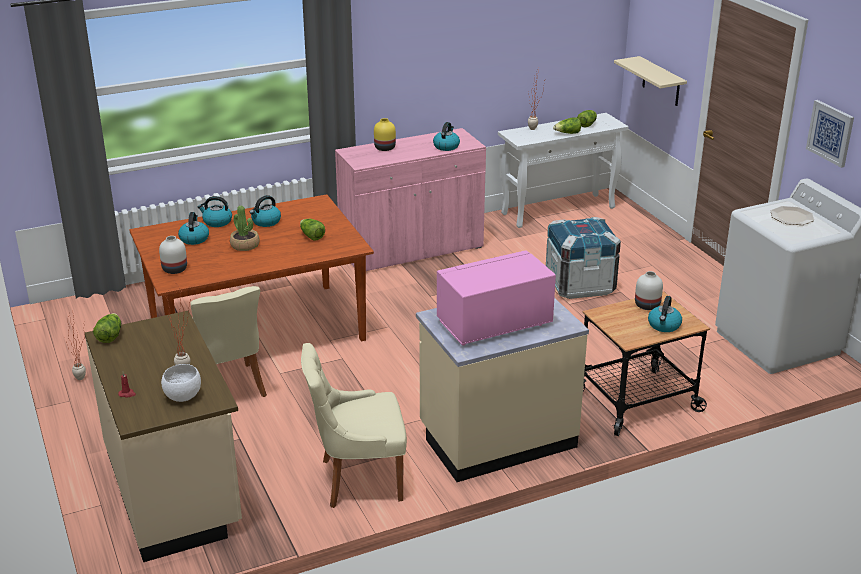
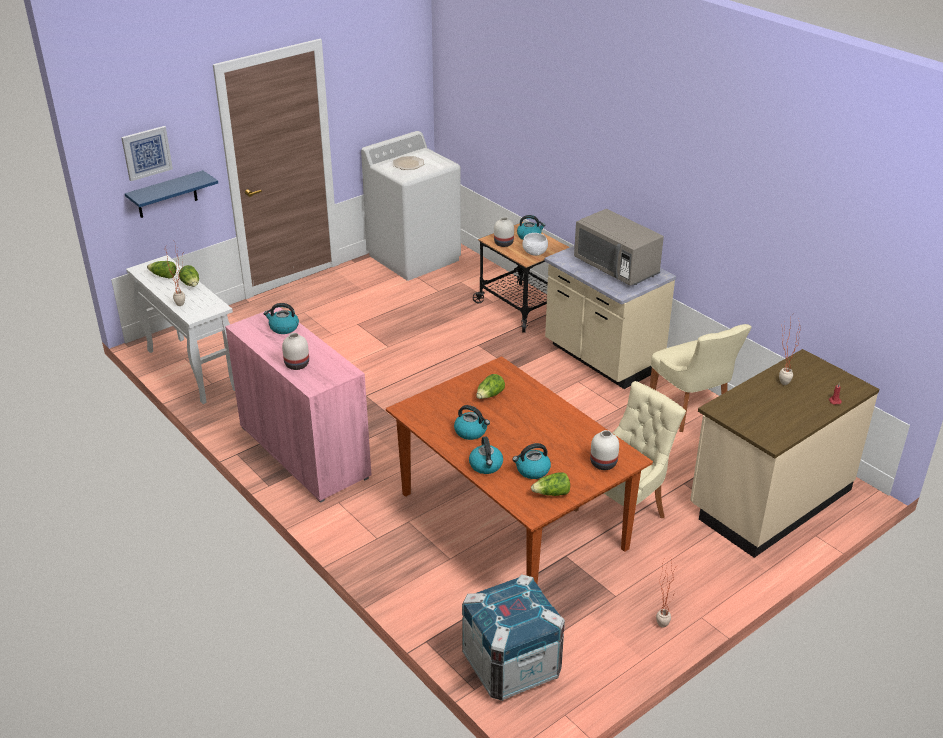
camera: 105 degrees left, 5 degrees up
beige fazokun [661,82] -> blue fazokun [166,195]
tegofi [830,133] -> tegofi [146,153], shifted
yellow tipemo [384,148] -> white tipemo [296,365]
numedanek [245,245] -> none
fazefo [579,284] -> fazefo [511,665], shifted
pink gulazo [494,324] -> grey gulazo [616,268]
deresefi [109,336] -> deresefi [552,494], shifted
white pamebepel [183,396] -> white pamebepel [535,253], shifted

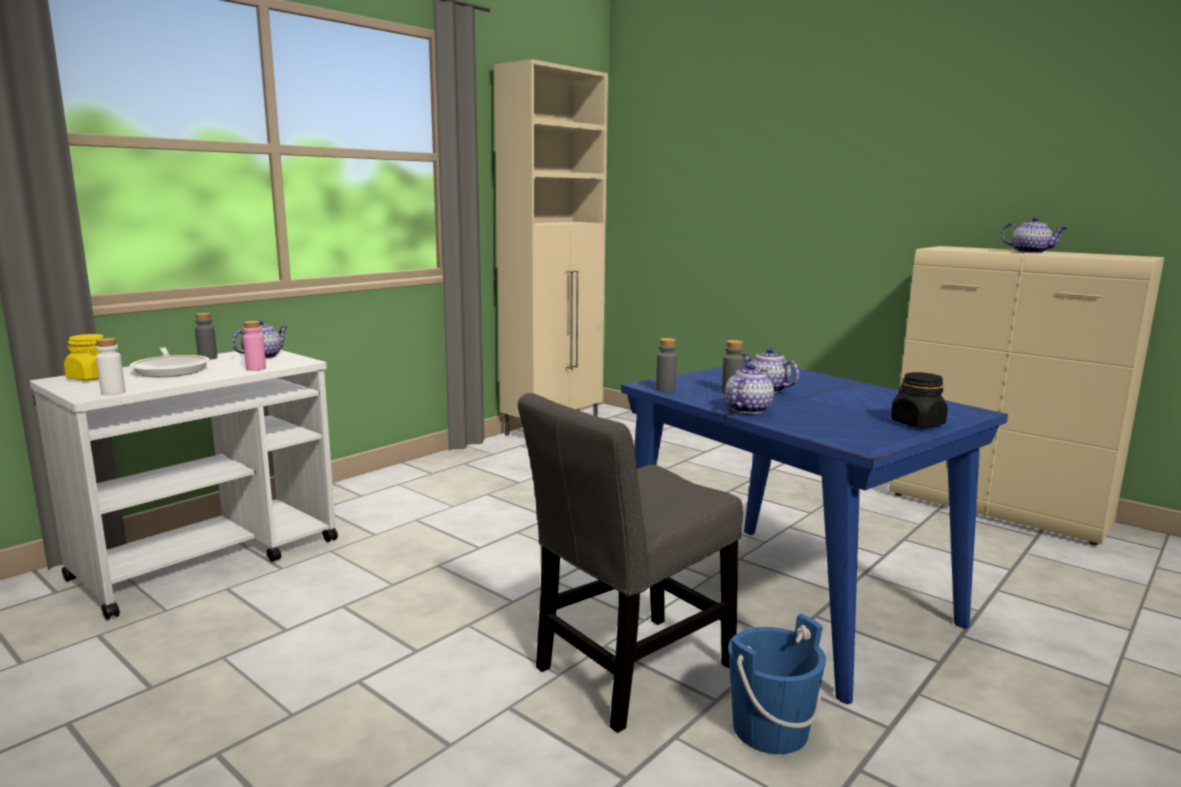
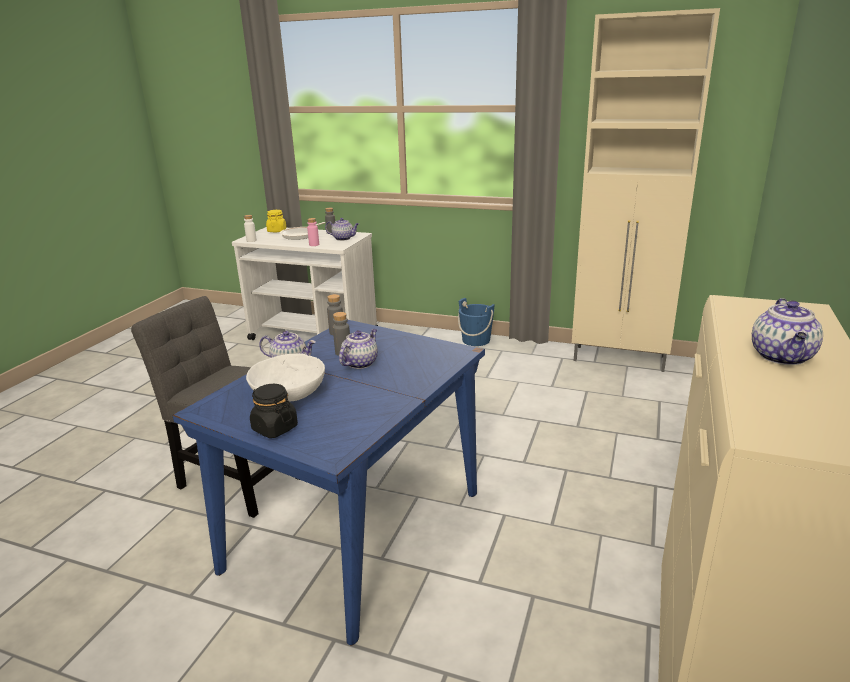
camera: 70 degrees right, 10 degrees up
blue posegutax [770,729] -> blue posegutax [476,340], shifted
none -> white pamebepel [288,392]

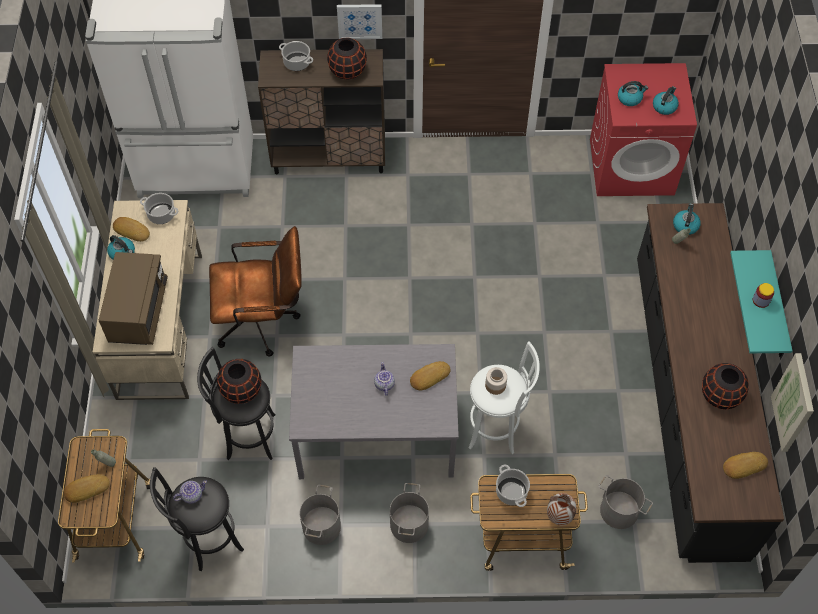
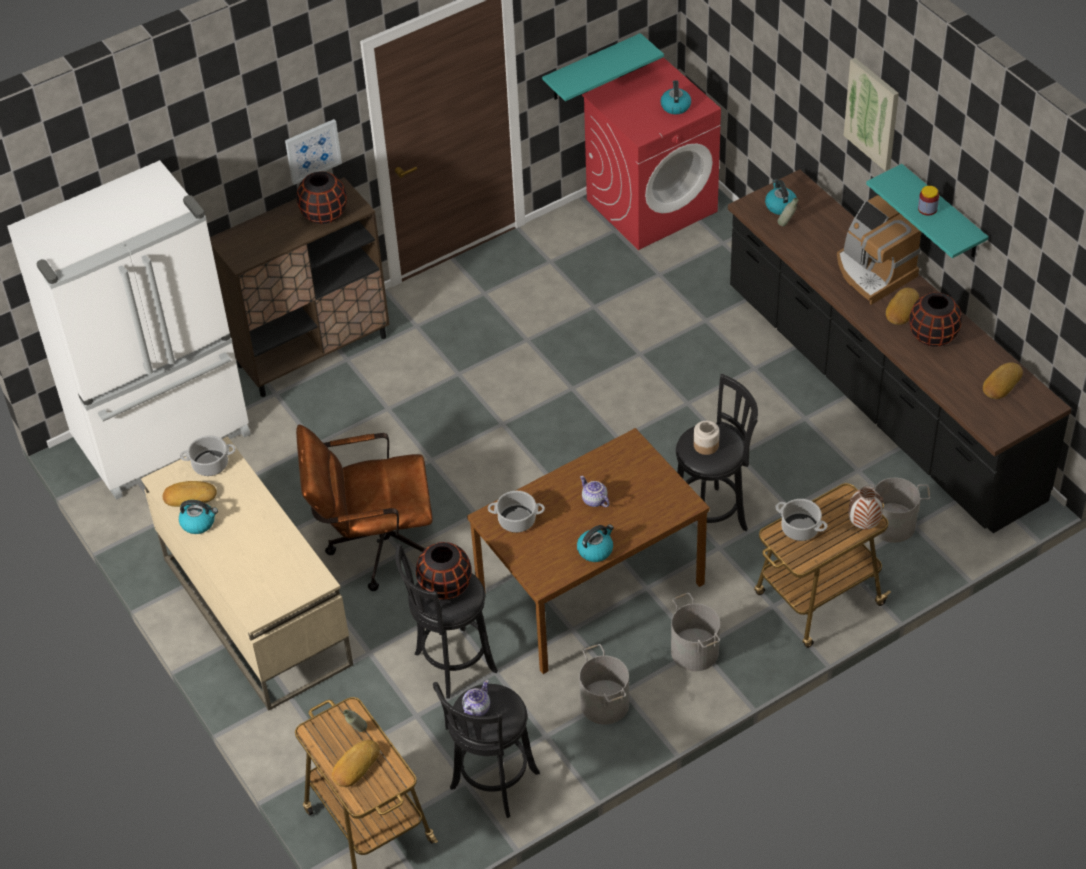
camera: 30 degrees left, 10 degrees down
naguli [297,63] -> naguli [517,520], shifted
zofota [630,98] -> zofota [595,550], shifted
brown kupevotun [263,321] -> brown kupevotun [374,546], 150 degrees counterclockwise
brown gulazo [138,311] -> none
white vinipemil [497,429] -> black vinipemil [712,516]
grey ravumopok [375,435] -> brown ravumopok [590,589]
tegofi [794,403] -> tegofi [872,113], shifted
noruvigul [429,376] -> noruvigul [901,309], shifted
none -> turquoise fazokun [592,68]
none -> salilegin [873,272]

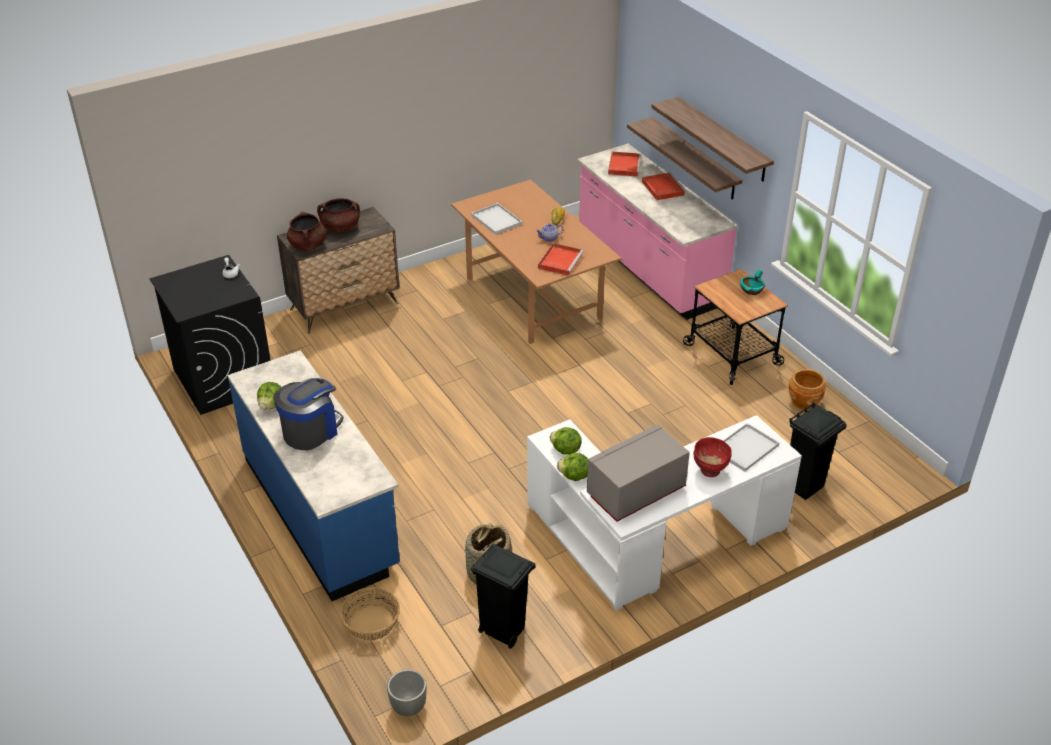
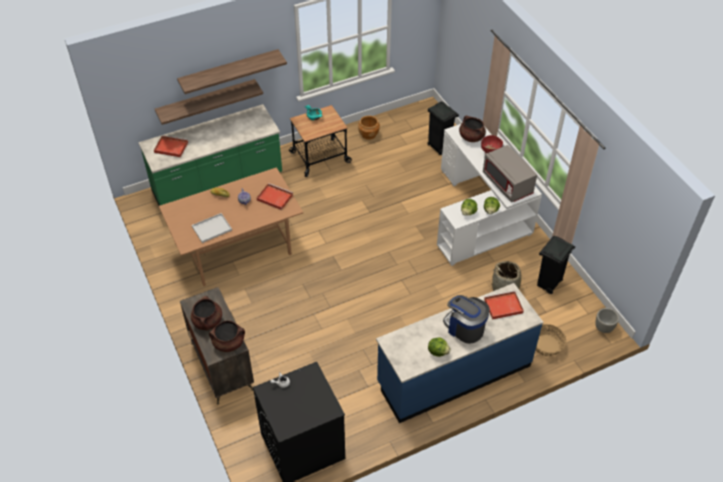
camera: 85 degrees left, 10 degrees up
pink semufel [648,269] -> green semufel [218,184]
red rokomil [662,188] -> red rokomil [502,306], shifted
white rokomil [745,447] -> brown naguli [471,137]

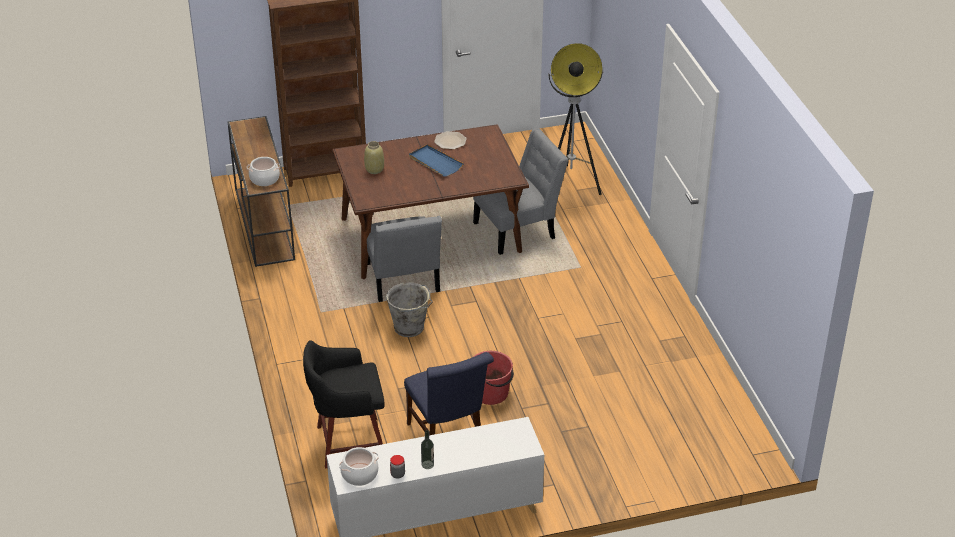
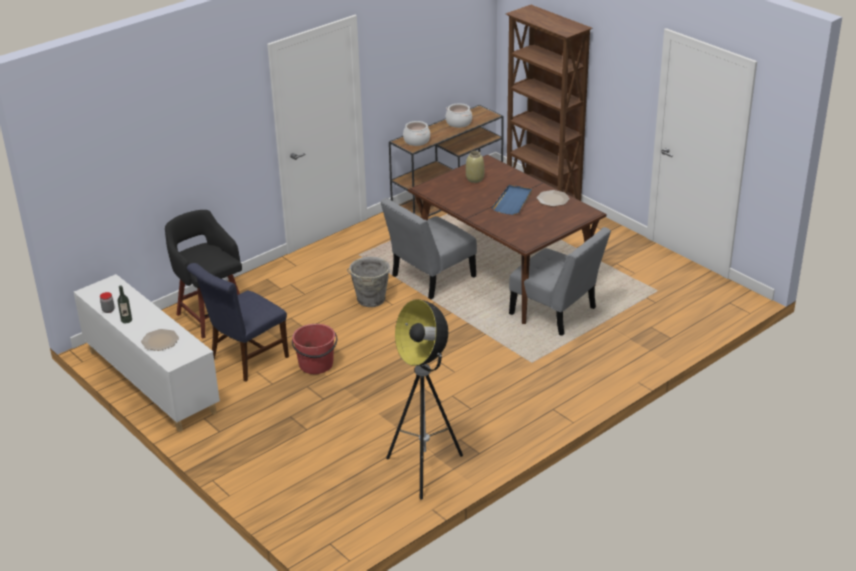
camera: 65 degrees right, 5 degrees down
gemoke [570,184] -> gemoke [426,470], shifted
naguli [359,475] -> naguli [458,123], shifted
none -> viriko [159,341]

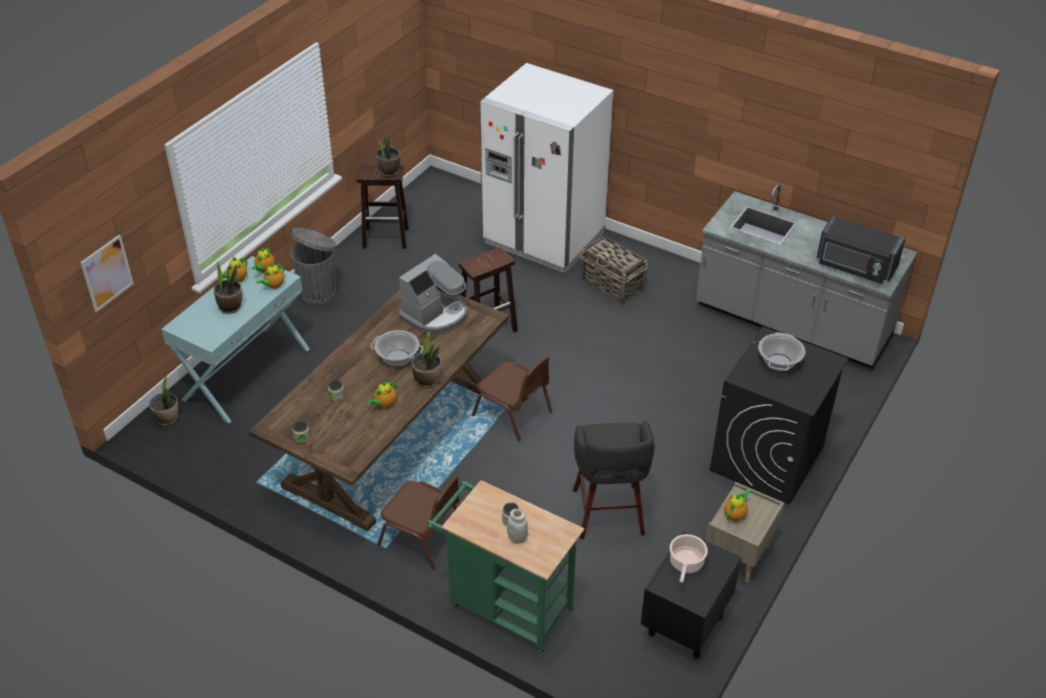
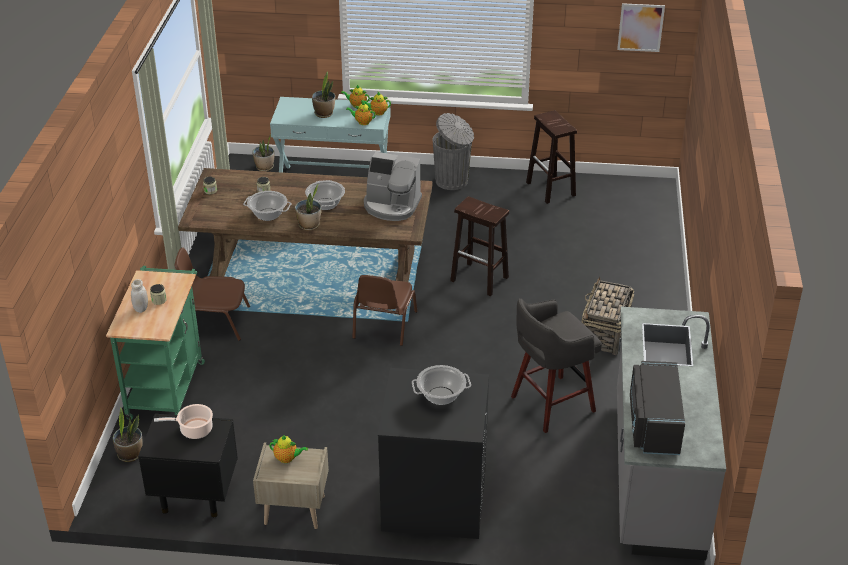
camera: 65 degrees right, 5 degrees down
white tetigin [543,238] -> none
numedanek [389,171] -> numedanek [130,454], shifted
tegofi [107,273] -> tegofi [640,27], shifted
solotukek [384,404] -> naguli [268,214]
grey vinipemil [608,514] -> grey vinipemil [550,405], shifted
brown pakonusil [423,537] -> brown pakonusil [216,322], 90 degrees clockwise

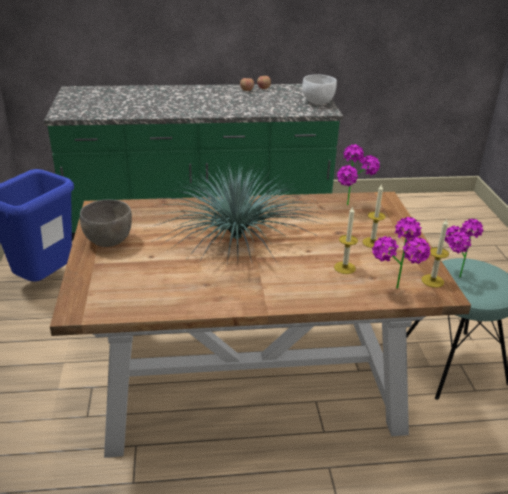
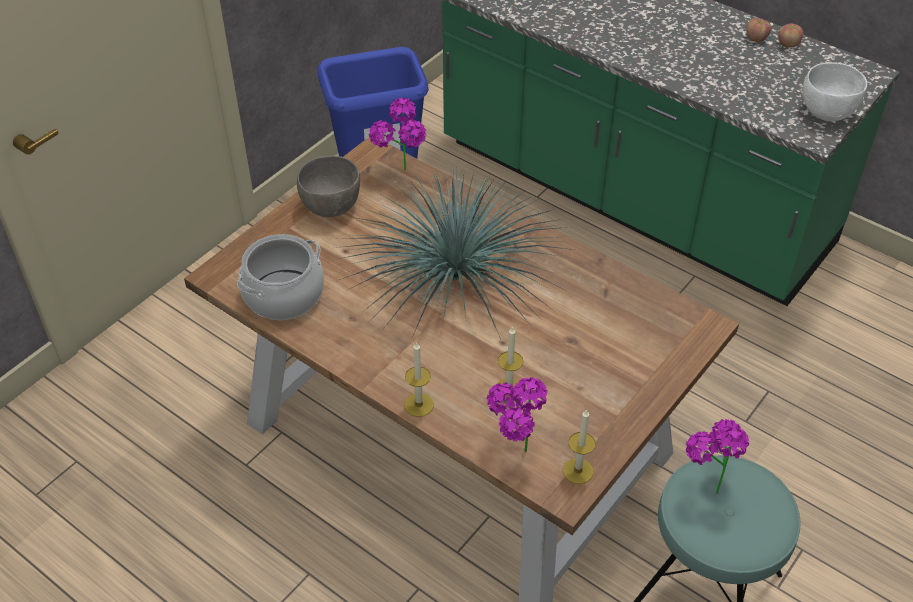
camera: 45 degrees right, 15 degrees up
numedanek [352,208] -> numedanek [402,176], shifted
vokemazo [372,242] -> vokemazo [419,405], shifted
none -> naguli [284,296]

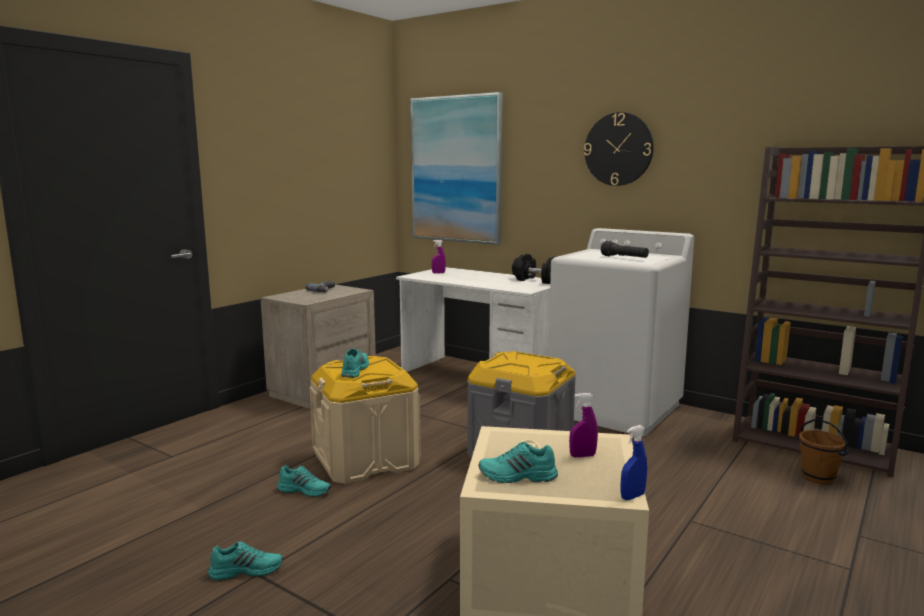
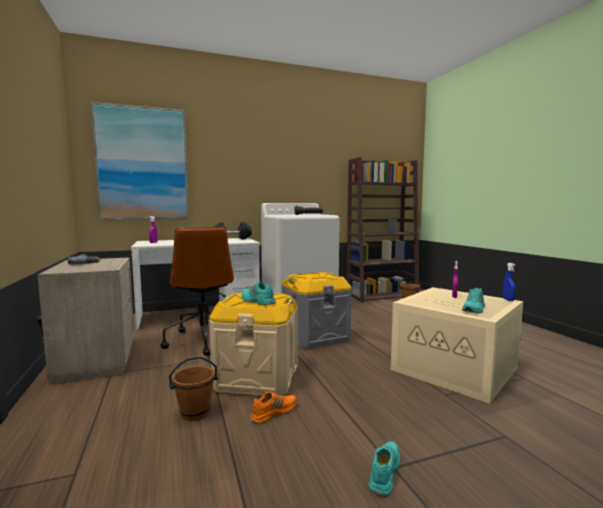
camera: 55 degrees left, 5 degrees down
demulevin [618,149] -> none
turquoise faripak [305,490] -> orange faripak [273,412]
none -> brown kupevotun [204,340]
none -> brown posegutax [195,412]

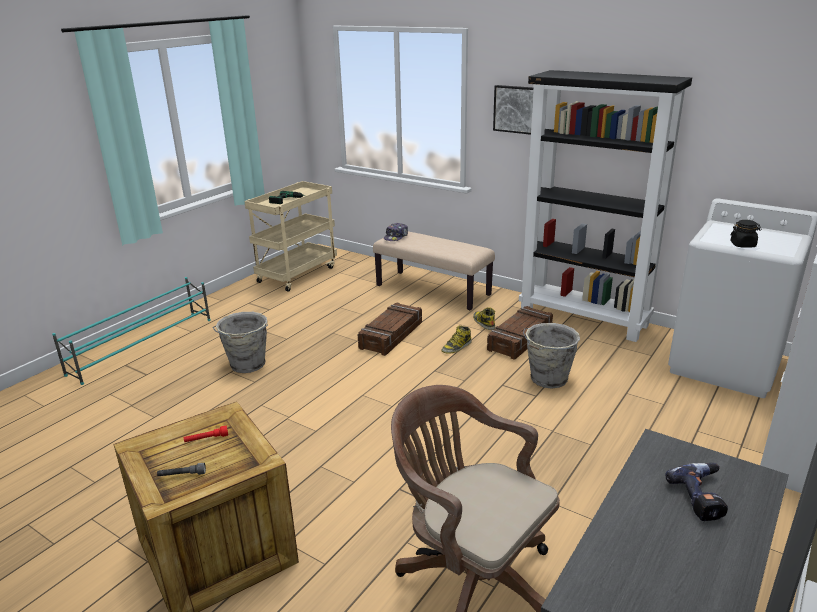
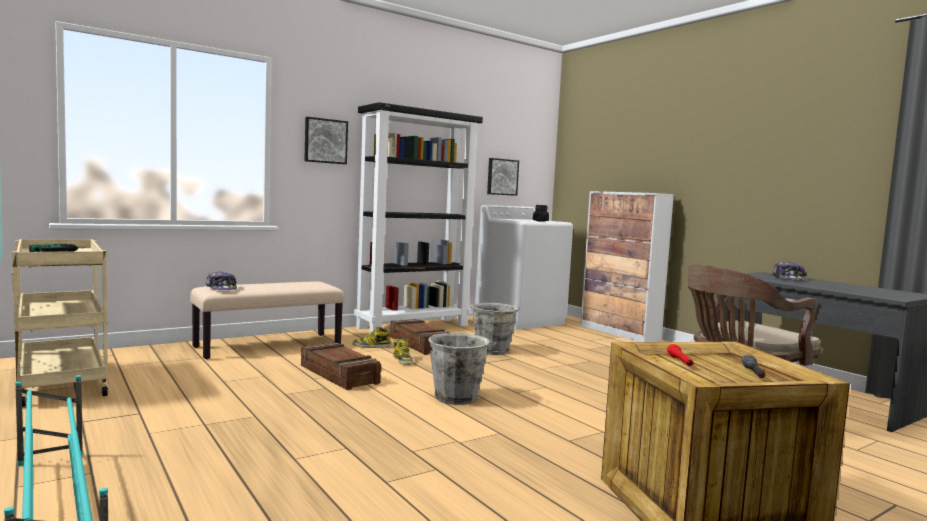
camera: 70 degrees left, 20 degrees down
grey posegutax [247,365] -> grey posegutax [458,398], shifted
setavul [703,497] -> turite [788,279]
none -> tegofi [502,177]

